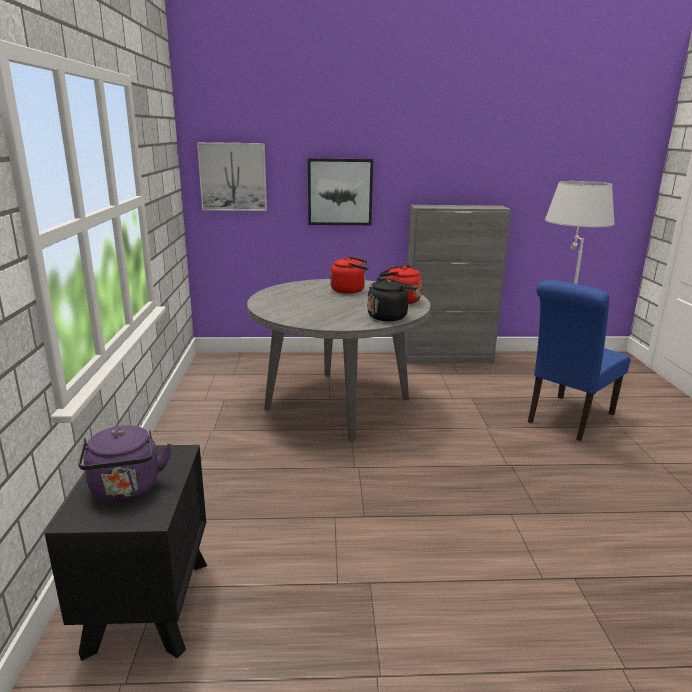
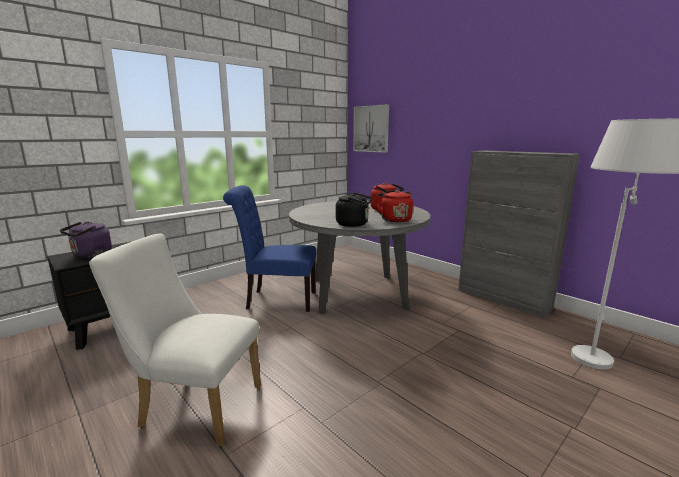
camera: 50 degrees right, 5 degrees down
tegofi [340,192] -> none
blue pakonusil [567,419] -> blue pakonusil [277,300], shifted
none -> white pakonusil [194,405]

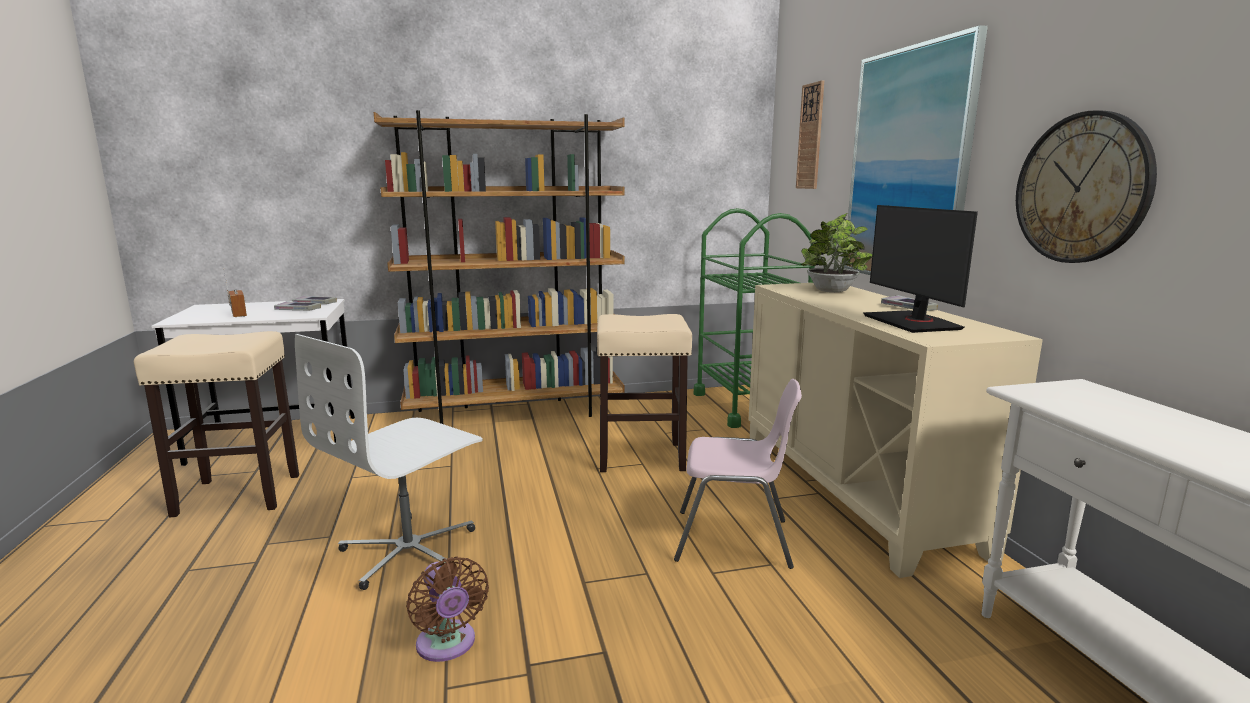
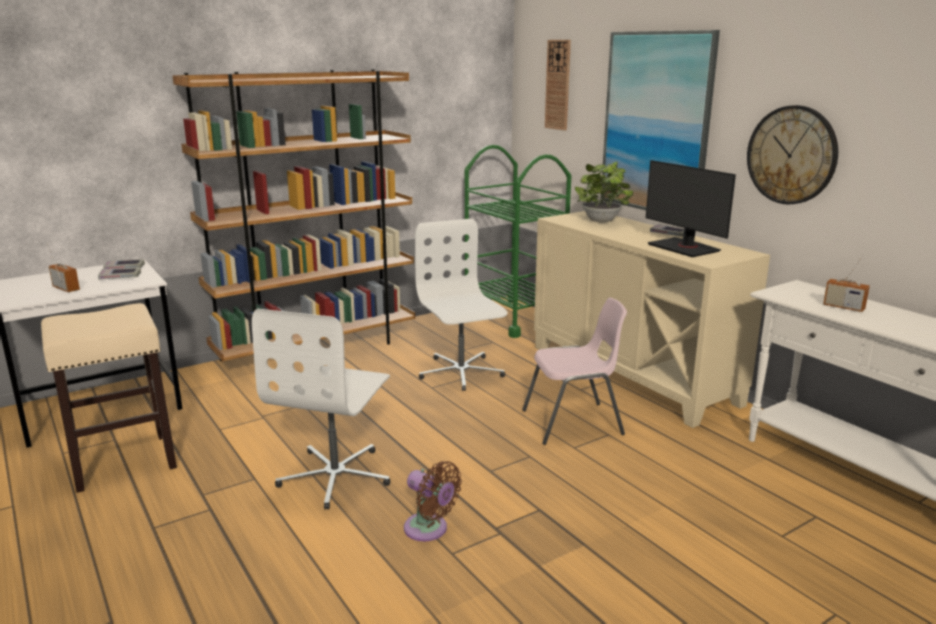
camera: 20 degrees left, 5 degrees up
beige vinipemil [642,457] -> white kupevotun [460,372]
none -> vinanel [843,307]

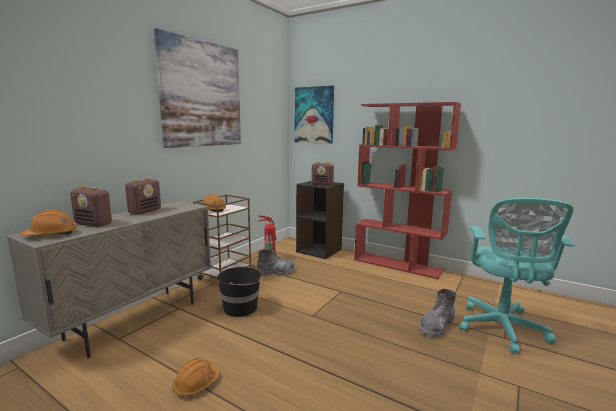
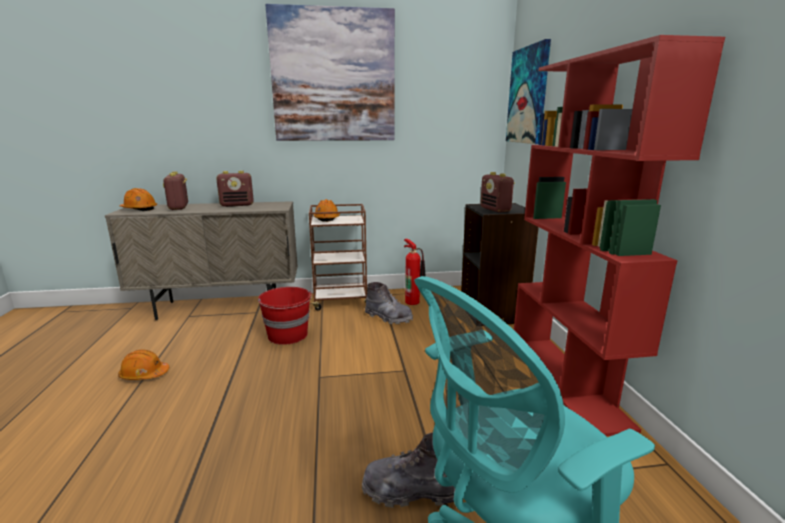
camera: 50 degrees right, 5 degrees up
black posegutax [241,308] -> red posegutax [288,335]

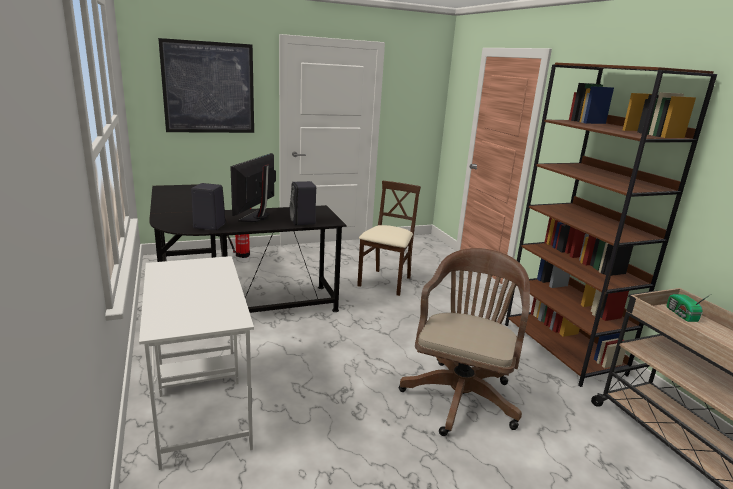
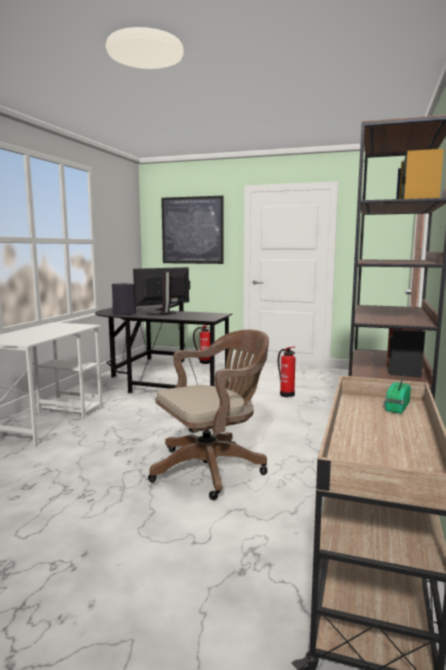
camera: 40 degrees right, 10 degrees down
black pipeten [303,222] -> none
beige pakonusil [385,282] -> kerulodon [286,394]

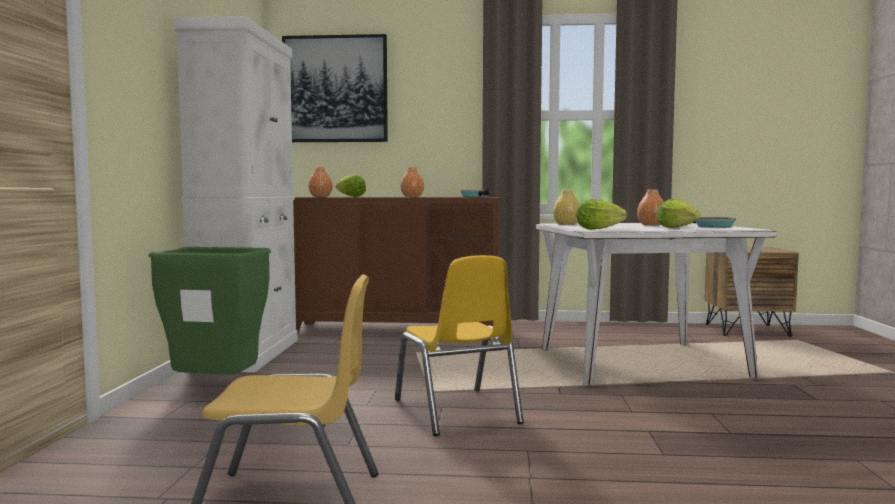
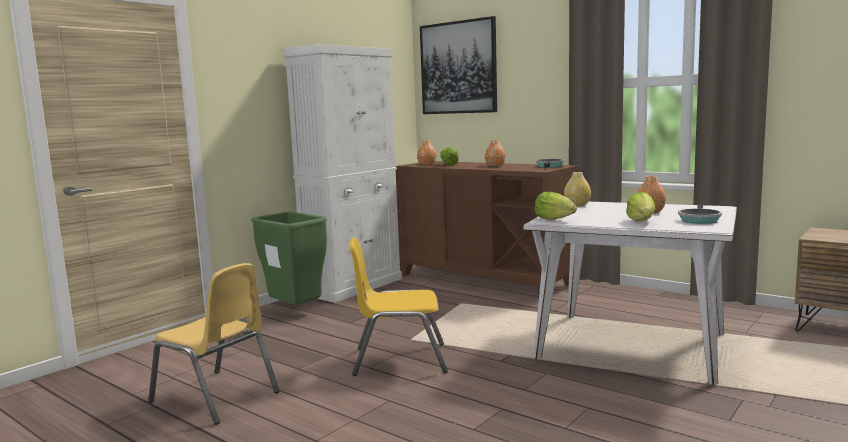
camera: 35 degrees right, 5 degrees up
yellow pakonusil [456,411] -> yellow pakonusil [399,359], 75 degrees clockwise

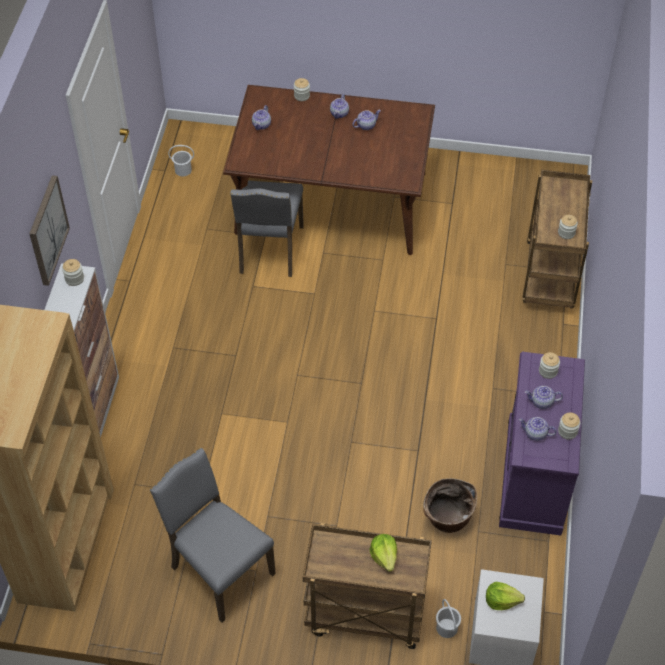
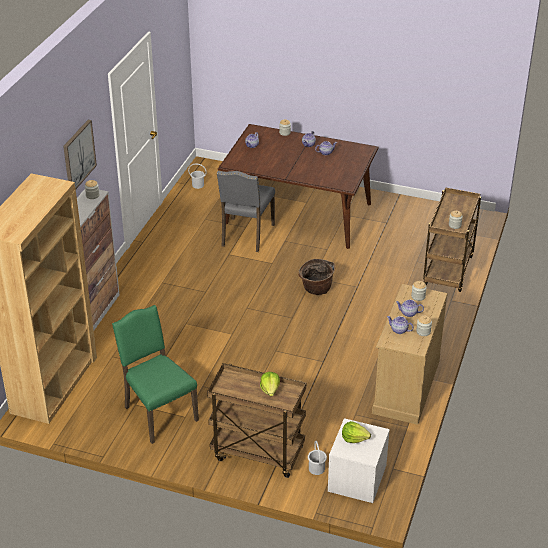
camera: 10 degrees right, 15 degrees down
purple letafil [533,476] -> beige letafil [406,387]
grey pakonusil [219,570] -> green pakonusil [158,413]
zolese [447,519] -> zolese [316,289], shifted

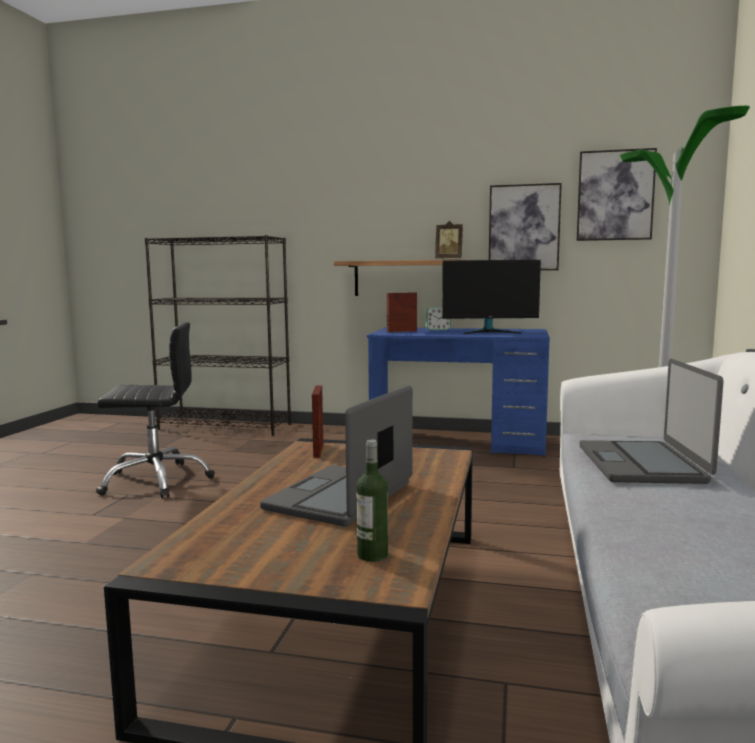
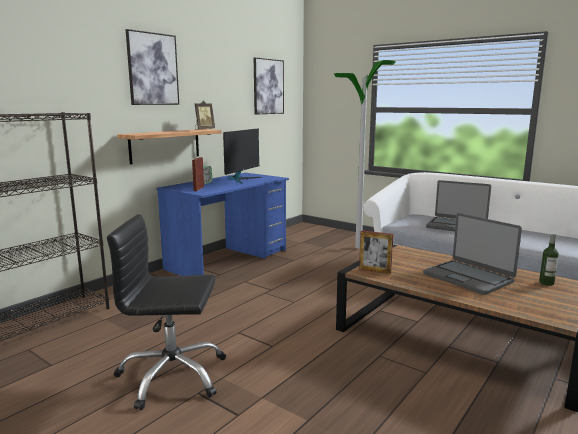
camera: 65 degrees left, 5 degrees up
tegofi [524,228] -> tegofi [153,69], shifted
black kupevotun [156,480] -> black kupevotun [172,376], 105 degrees counterclockwise

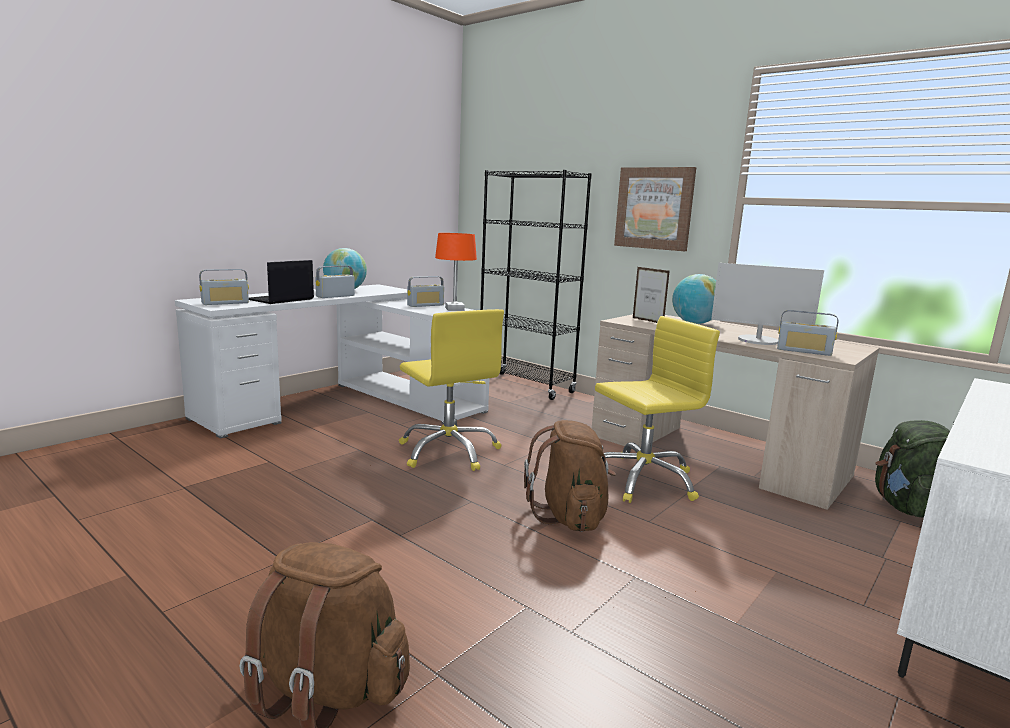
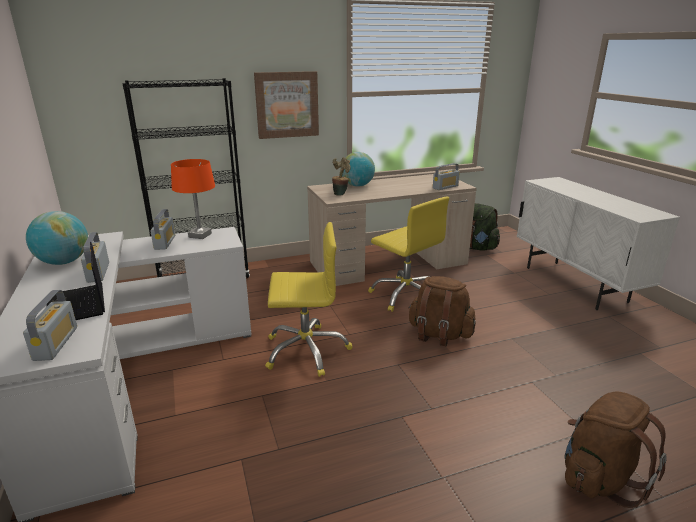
camera: 60 degrees left, 10 degrees up
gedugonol [758,340] -> none
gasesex [647,321] -> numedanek [341,193]
yellow kupevotun [642,480] -> yellow kupevotun [406,295], 135 degrees clockwise

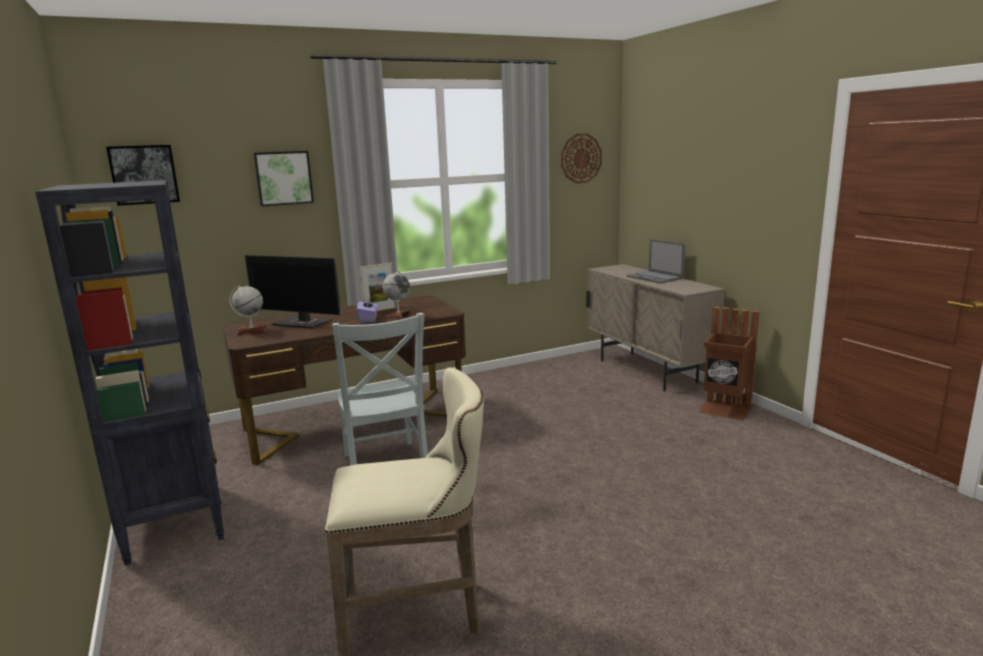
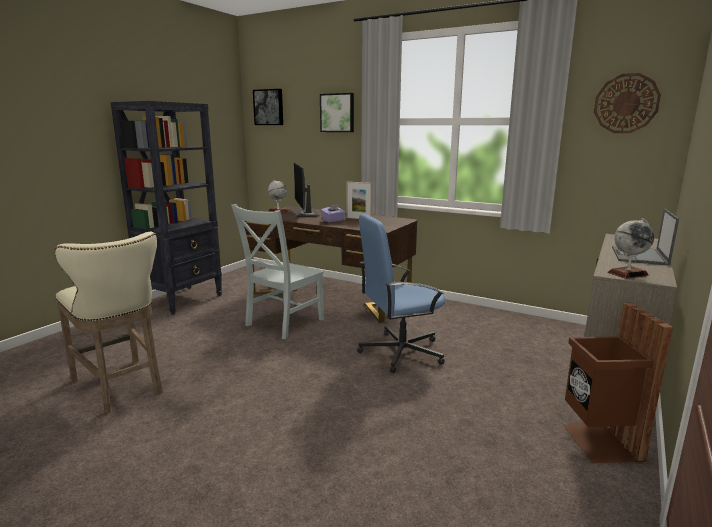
camera: 55 degrees right, 0 degrees up
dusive [398,315] -> dusive [627,274], shifted
none -> blue kupevotun [400,352]

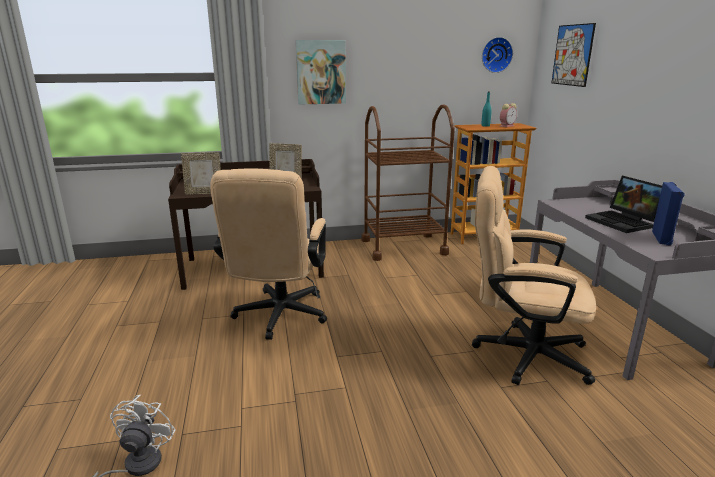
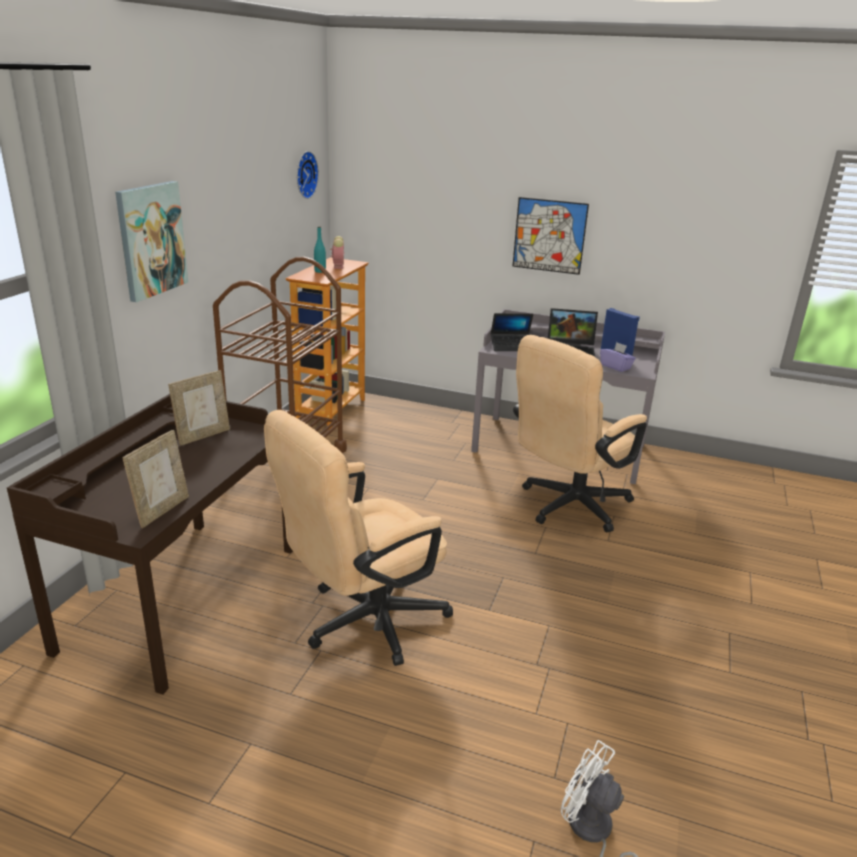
camera: 60 degrees left, 5 degrees up
tegofi [572,55] -> tegofi [549,236], shifted
beige kupevotun [278,318] -> beige kupevotun [363,622], 105 degrees clockwise
none -> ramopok [511,347]
none -> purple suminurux [616,367]

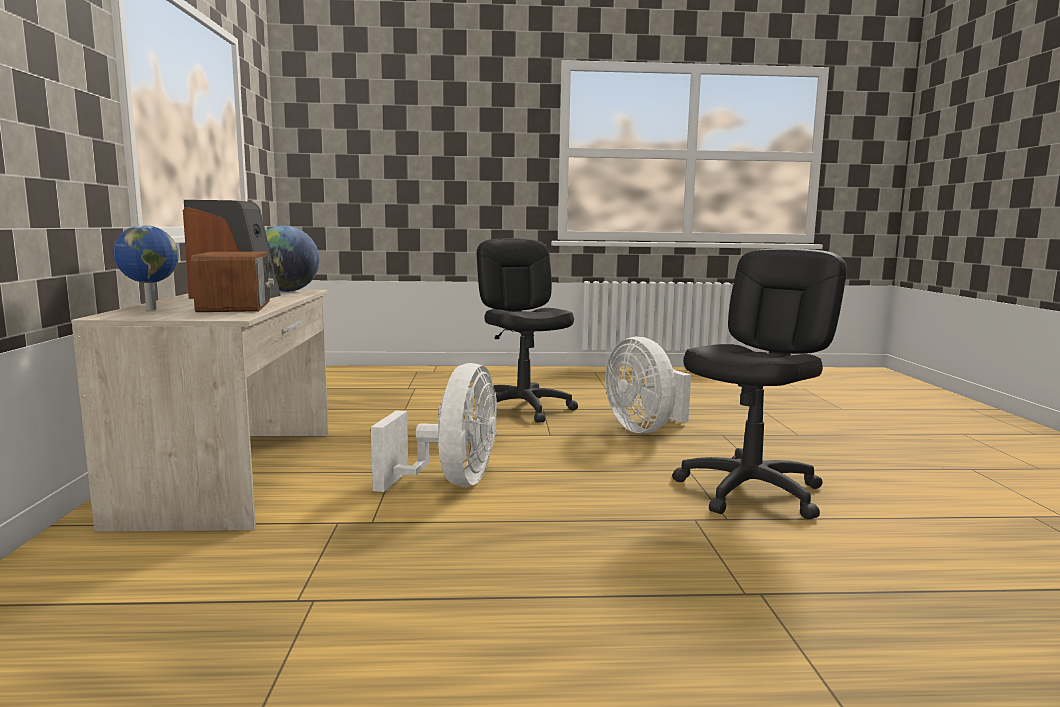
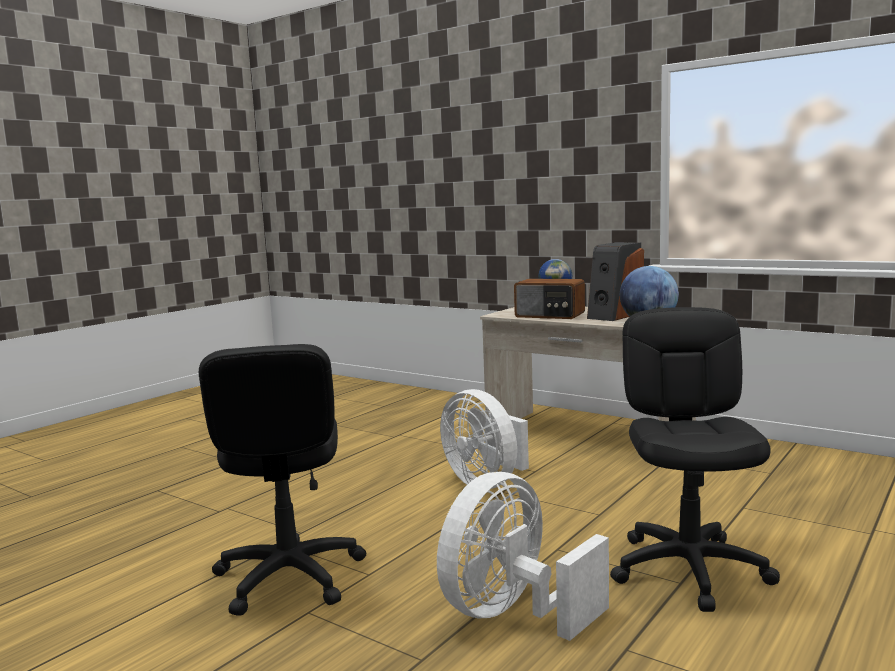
camera: 130 degrees right, 0 degrees up
black kupevotun [523,409] -> black kupevotun [689,570], 105 degrees counterclockwise
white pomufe [644,429] -> white pomufe [513,614], 60 degrees counterclockwise

